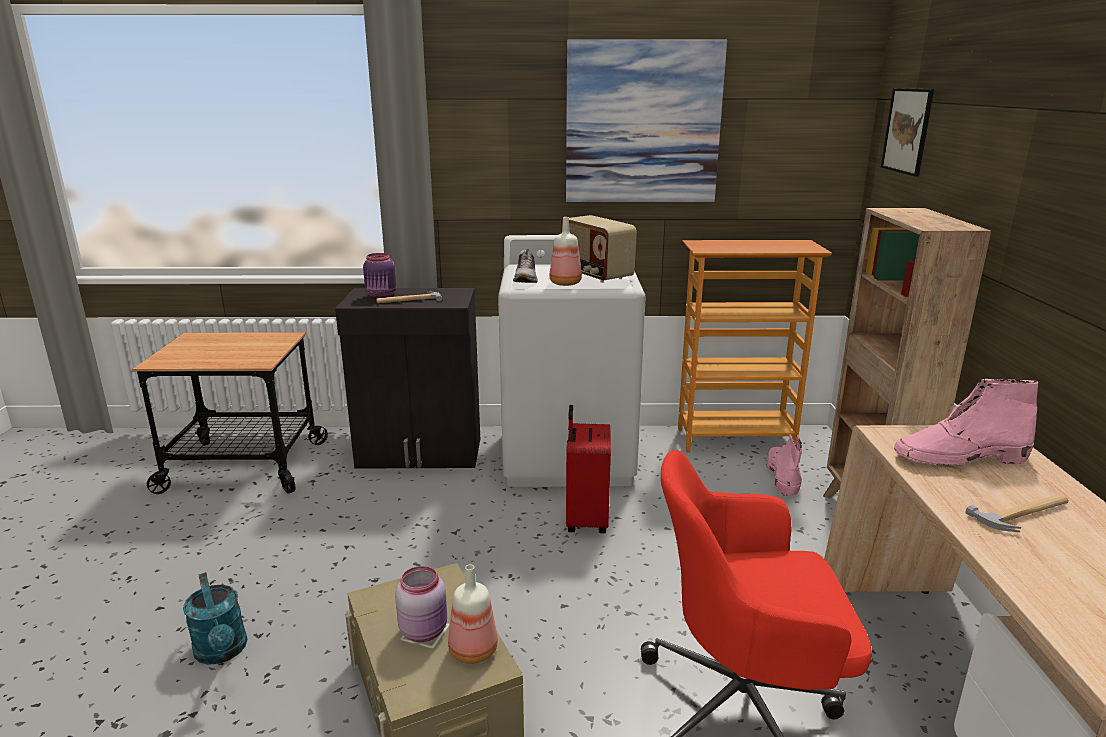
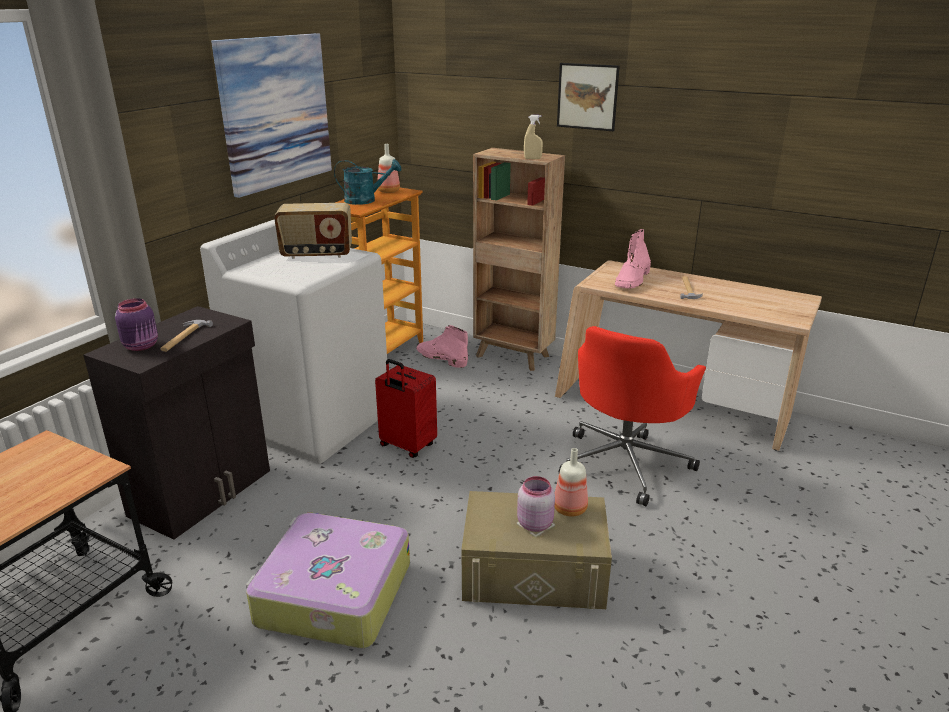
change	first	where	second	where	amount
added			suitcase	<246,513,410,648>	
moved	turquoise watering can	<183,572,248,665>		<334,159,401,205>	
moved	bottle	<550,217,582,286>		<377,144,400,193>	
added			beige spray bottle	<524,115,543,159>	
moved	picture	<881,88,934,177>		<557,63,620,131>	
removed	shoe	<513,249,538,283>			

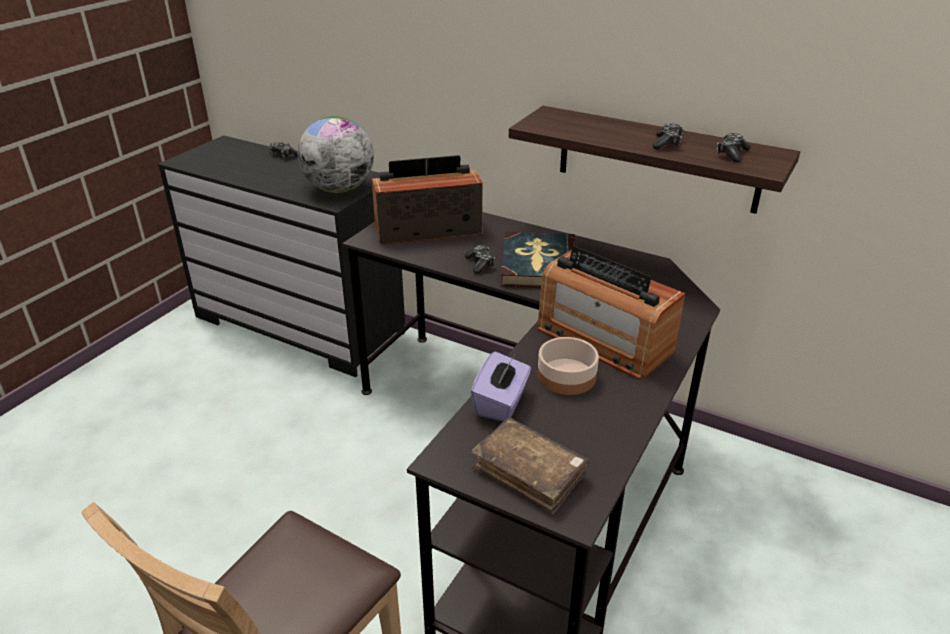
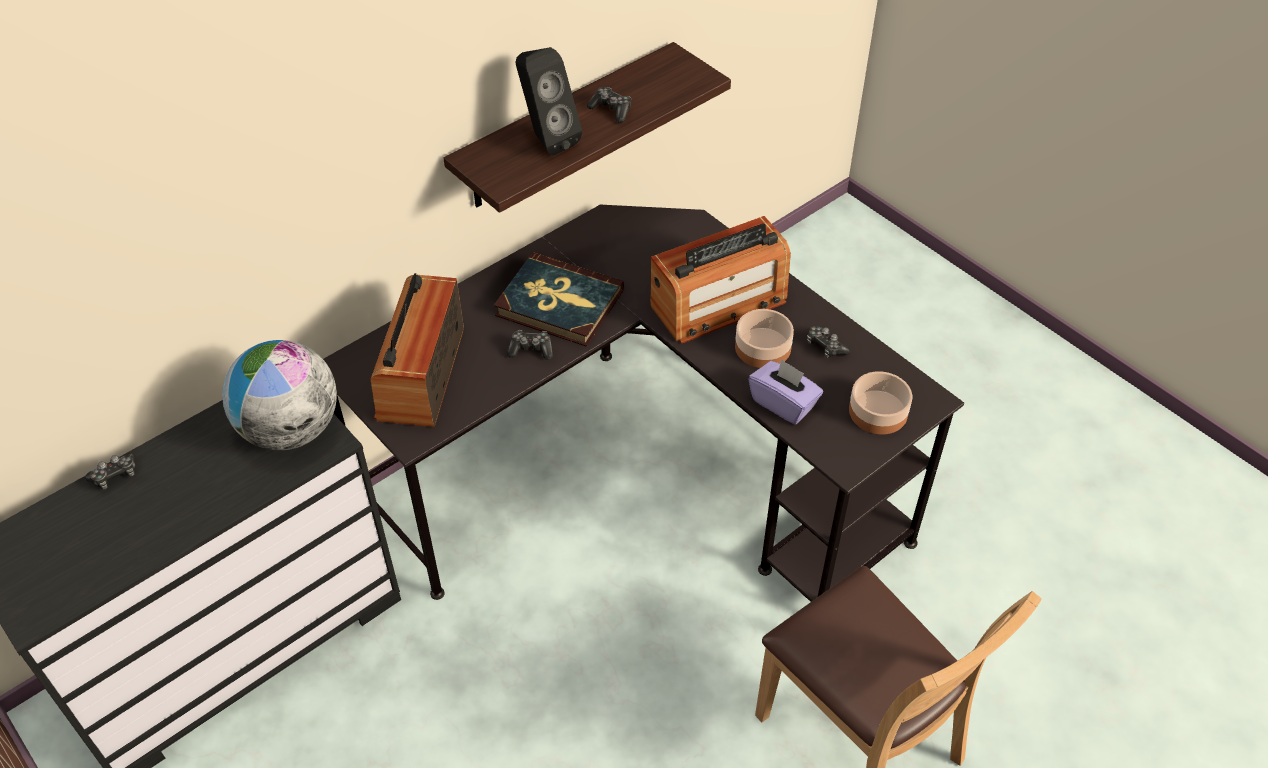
change	first	where	second	where	amount
added			black speaker	<515,47,582,155>	
moved	game controller	<717,133,751,162>		<807,326,851,358>	
replaced	brown book	<472,418,589,515>	bowl	<849,371,912,435>	

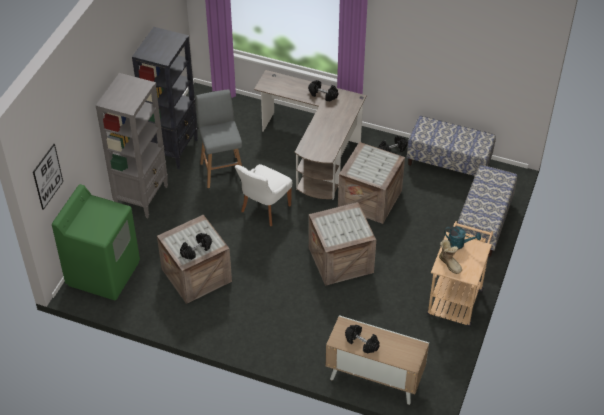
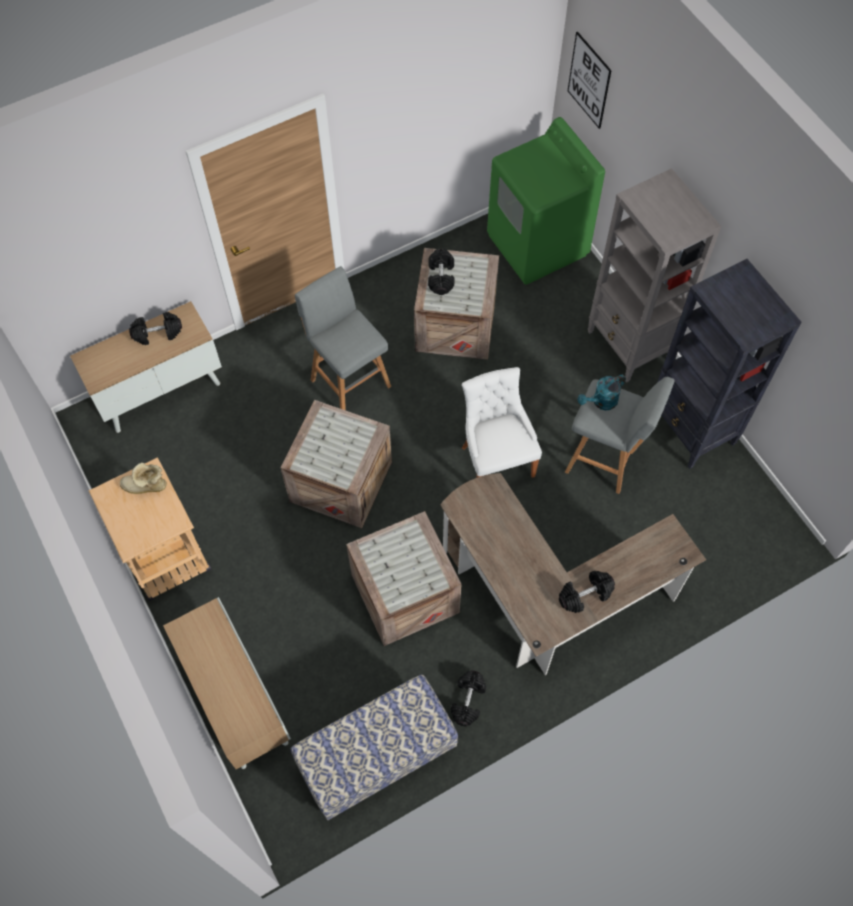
change	first	where	second	where	amount
replaced	bench	<457,165,517,257>	cabinet	<163,597,291,769>	
added			grey stool	<295,266,391,410>	
moved	turquoise watering can	<444,227,481,250>		<577,375,626,410>	

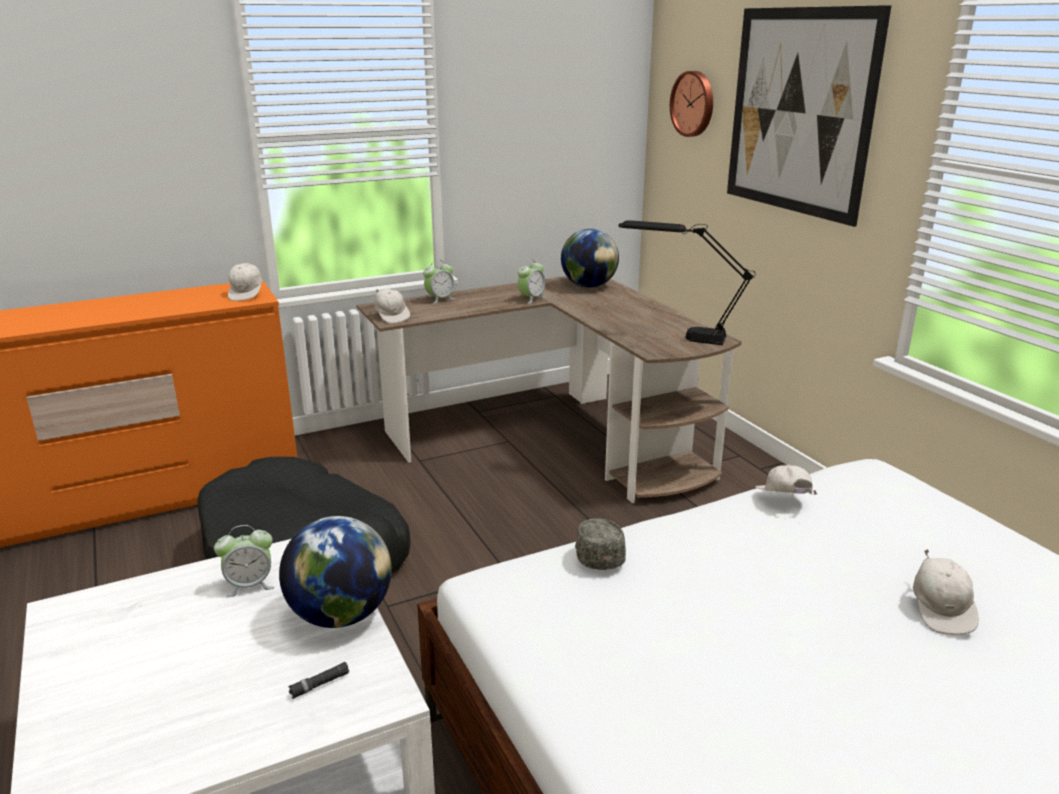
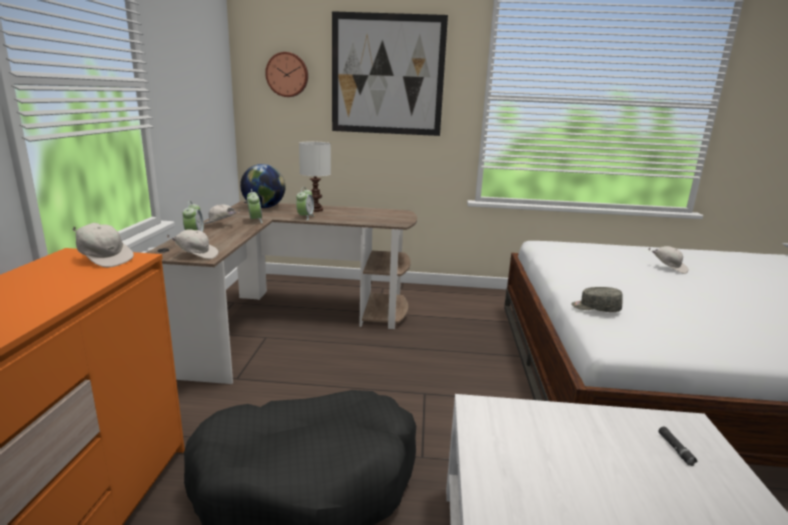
change	first	where	second	where	amount
moved	white cap	<755,465,817,495>		<204,204,240,224>	
moved	alarm clock	<214,525,275,598>		<296,187,314,220>	
added			white table lamp	<299,142,331,212>	
removed	globe	<279,516,392,628>			
removed	black table lamp	<619,220,755,345>			

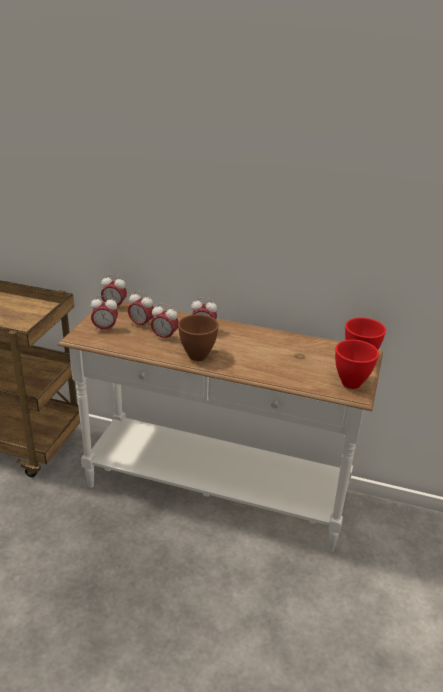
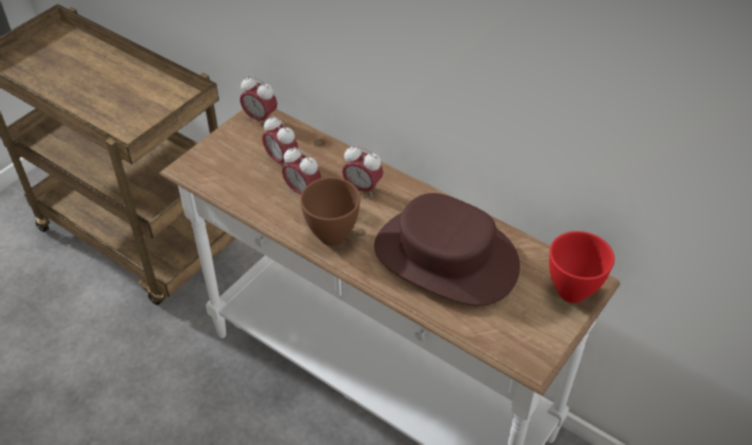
change	first	where	second	where	amount
added			brown hat	<374,193,520,306>	
removed	alarm clock	<90,296,118,331>			
removed	red bowl	<335,340,379,389>			

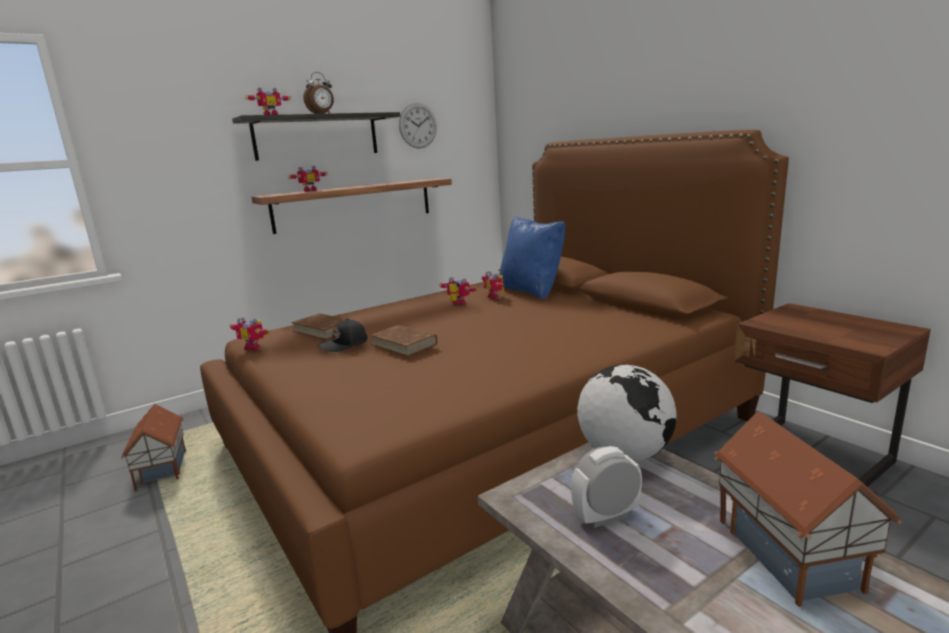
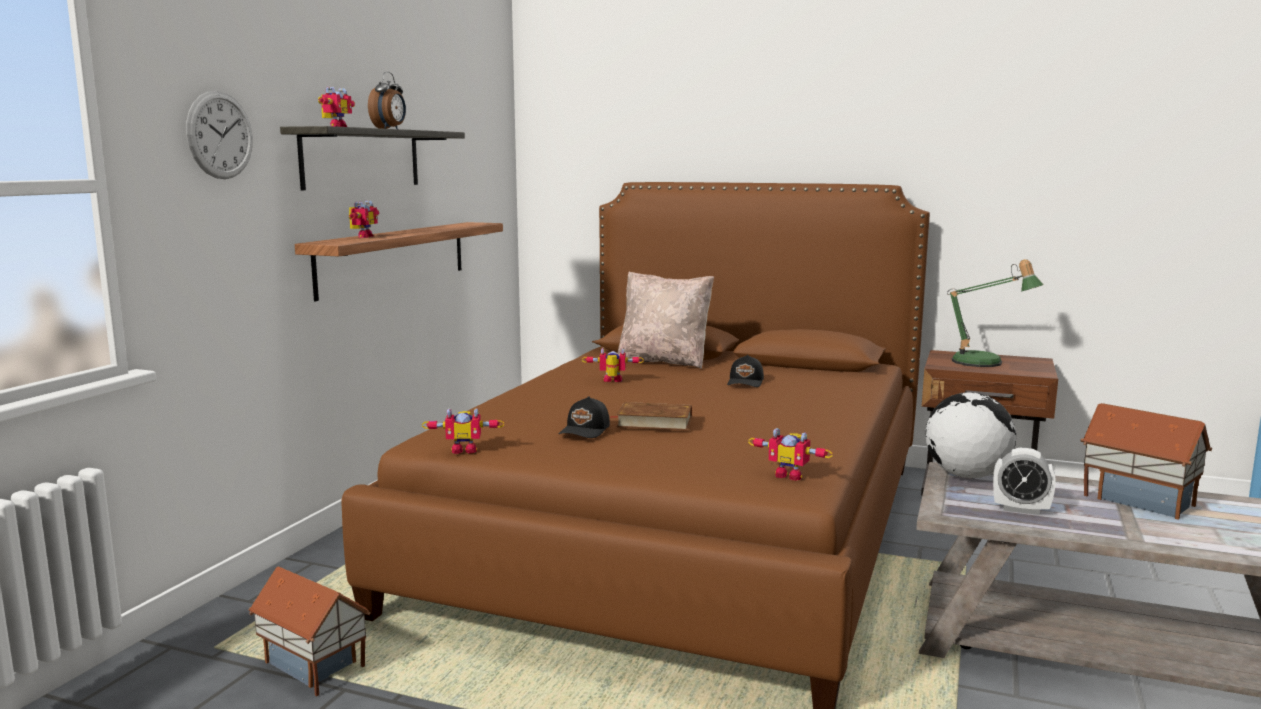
change	first	where	second	where	amount
moved	wall clock	<399,103,437,148>		<186,91,253,179>	
recoloured	blue pillow	<499,216,565,300>	beige pillow	<617,271,714,369>	
added			black cap	<727,355,764,387>	
moved	toy robot	<482,271,504,300>		<748,428,833,481>	
added			table lamp	<947,259,1044,367>	
turned	alarm clock	<571,446,642,528>		<993,448,1056,515>	105 degrees counterclockwise
removed	brown book	<291,313,346,340>			

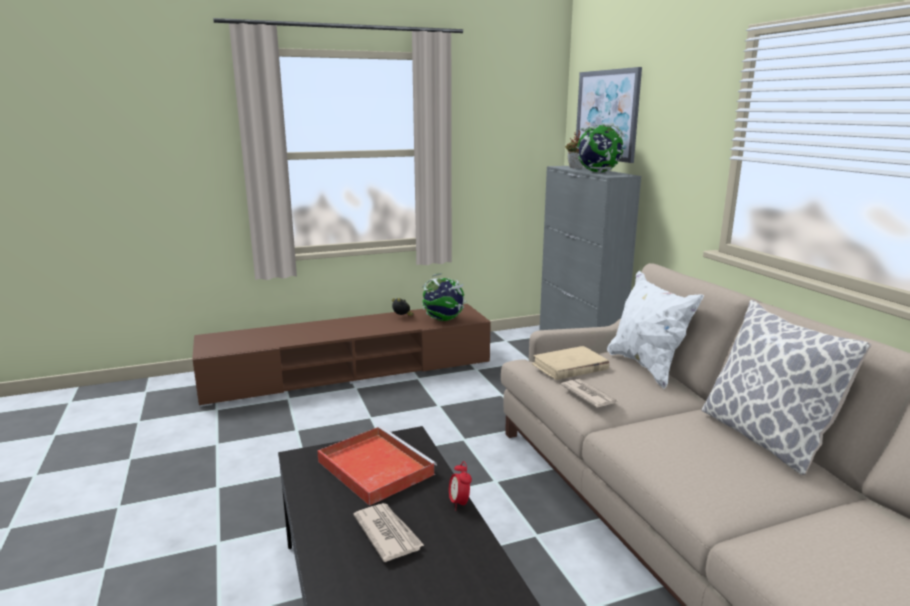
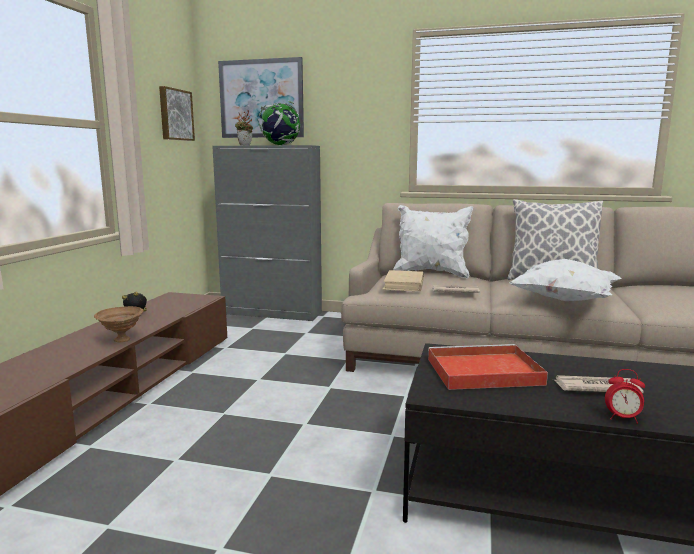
change	first	where	second	where	amount
added			brown bowl	<94,306,144,342>	
added			picture	<159,86,195,141>	
added			white pillow	<509,259,622,301>	
moved	alarm clock	<449,461,472,511>		<605,369,645,424>	
removed	globe	<422,273,467,321>			

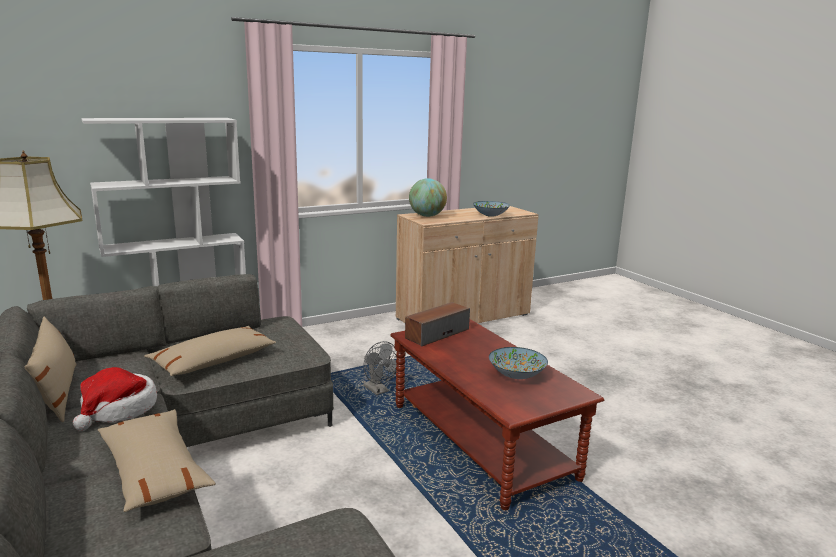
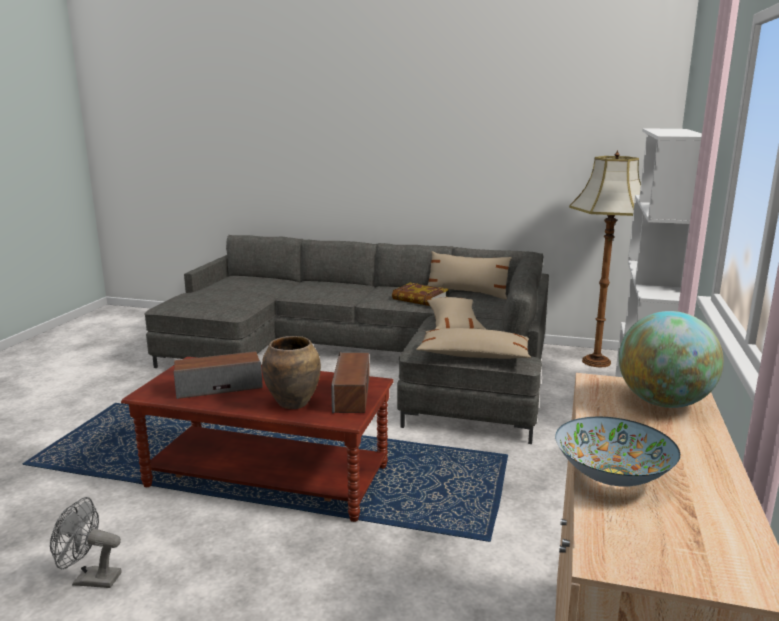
change	first	where	second	where	amount
moved	grey fan	<363,341,397,395>		<50,497,122,588>	
replaced	bowl	<489,347,548,379>	speaker	<174,351,263,399>	
added			brown vase	<262,336,321,409>	
replaced	hat	<73,367,157,431>	book	<392,283,448,306>	
moved	beige pillow	<98,409,216,512>		<416,328,531,359>	

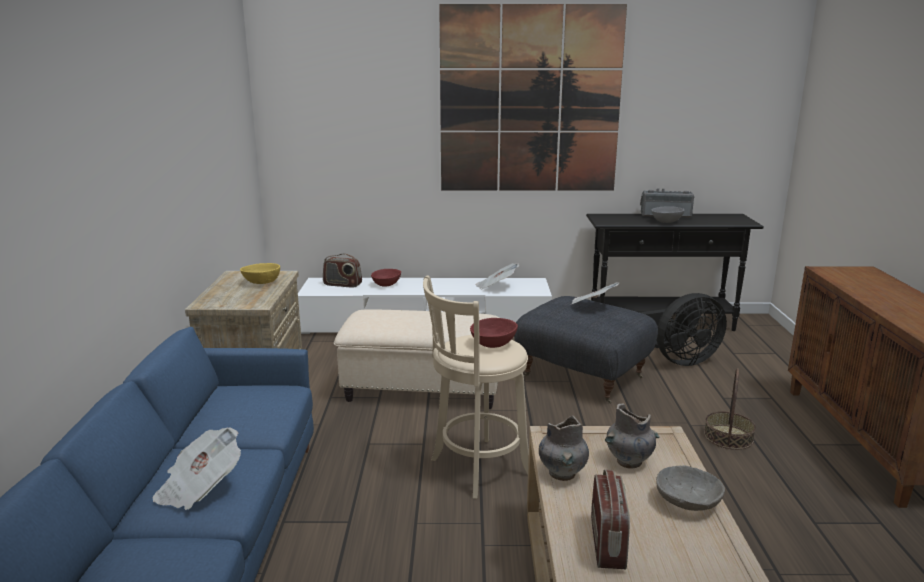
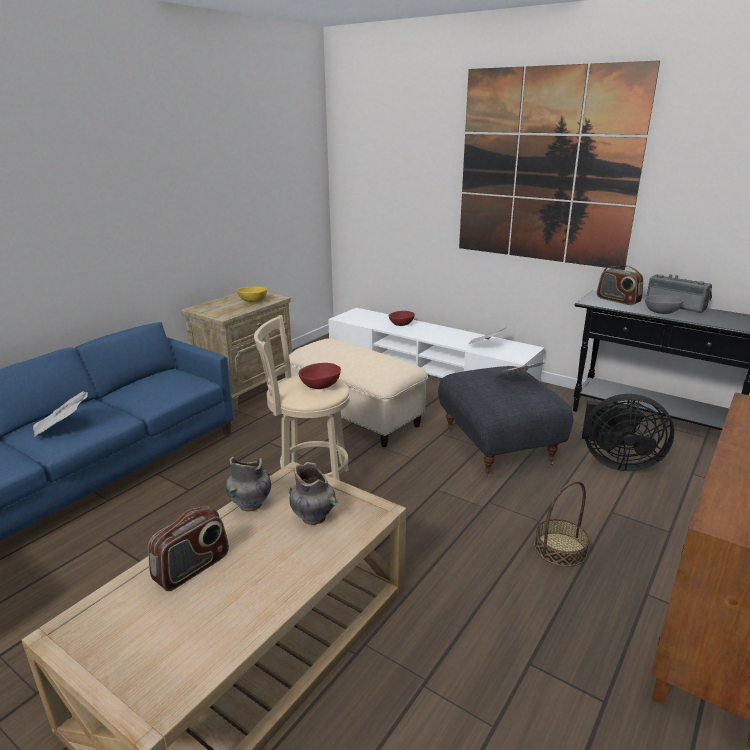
change	first	where	second	where	amount
moved	radio	<323,254,362,288>		<597,265,643,305>	
removed	grey bowl	<656,466,725,511>			

